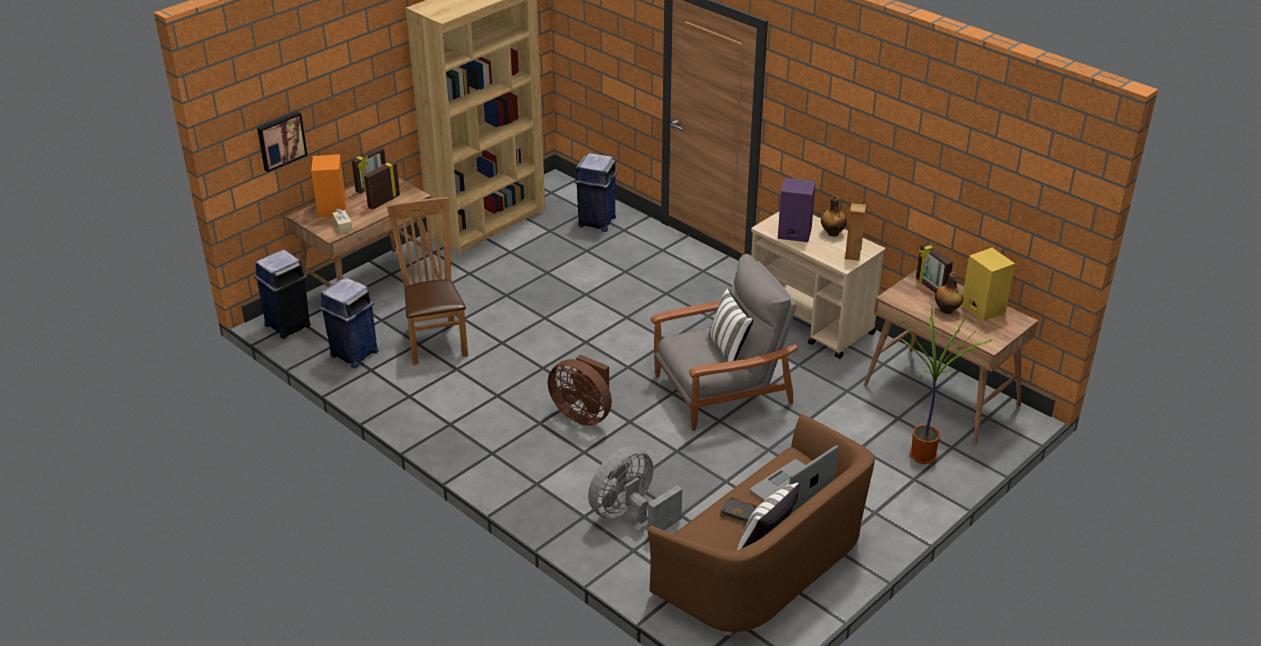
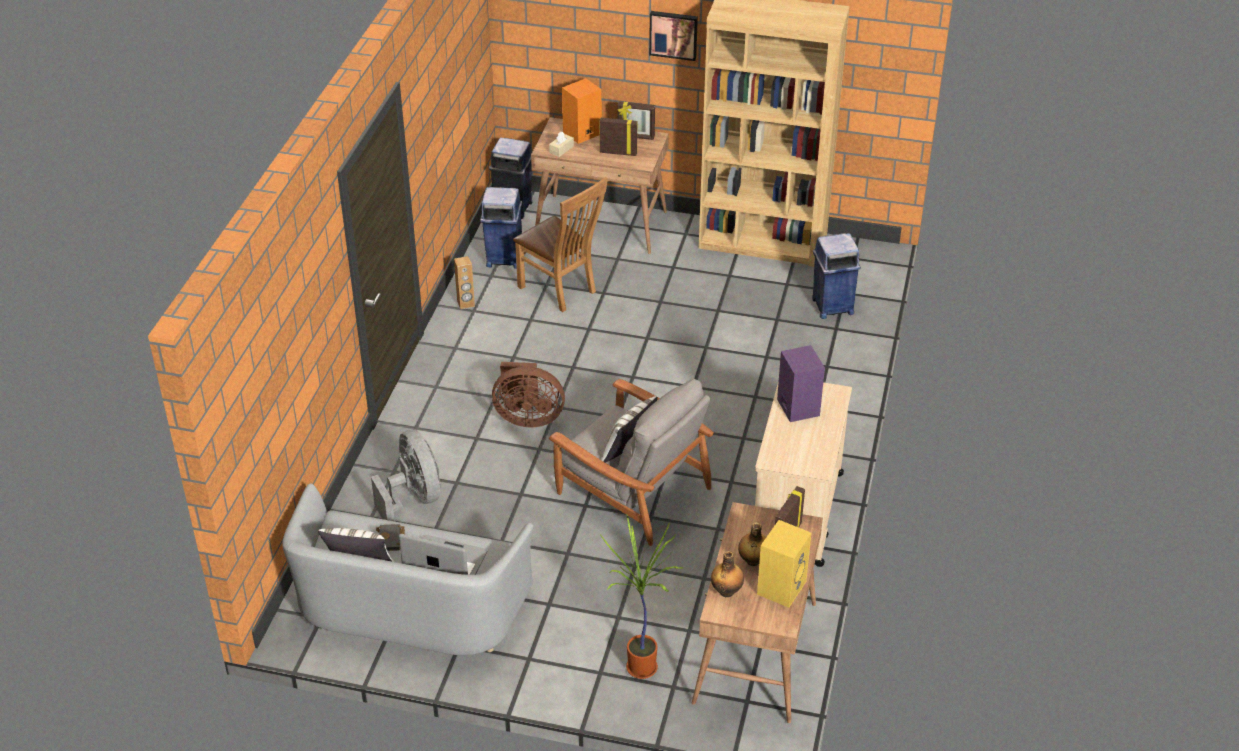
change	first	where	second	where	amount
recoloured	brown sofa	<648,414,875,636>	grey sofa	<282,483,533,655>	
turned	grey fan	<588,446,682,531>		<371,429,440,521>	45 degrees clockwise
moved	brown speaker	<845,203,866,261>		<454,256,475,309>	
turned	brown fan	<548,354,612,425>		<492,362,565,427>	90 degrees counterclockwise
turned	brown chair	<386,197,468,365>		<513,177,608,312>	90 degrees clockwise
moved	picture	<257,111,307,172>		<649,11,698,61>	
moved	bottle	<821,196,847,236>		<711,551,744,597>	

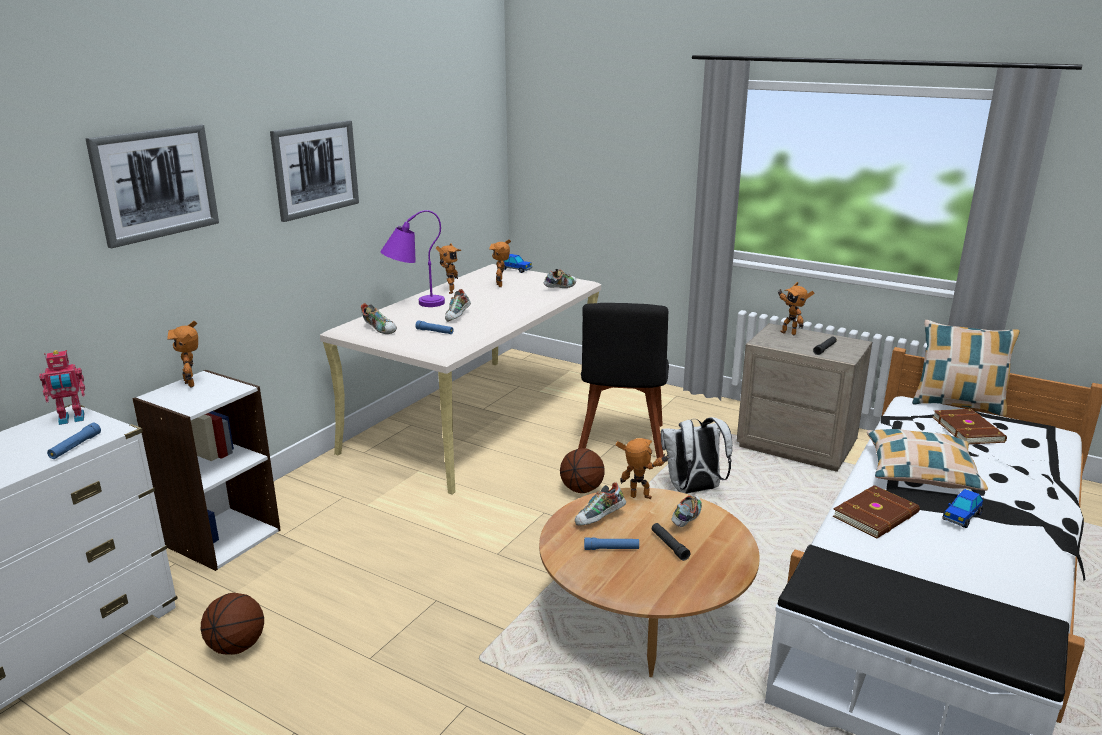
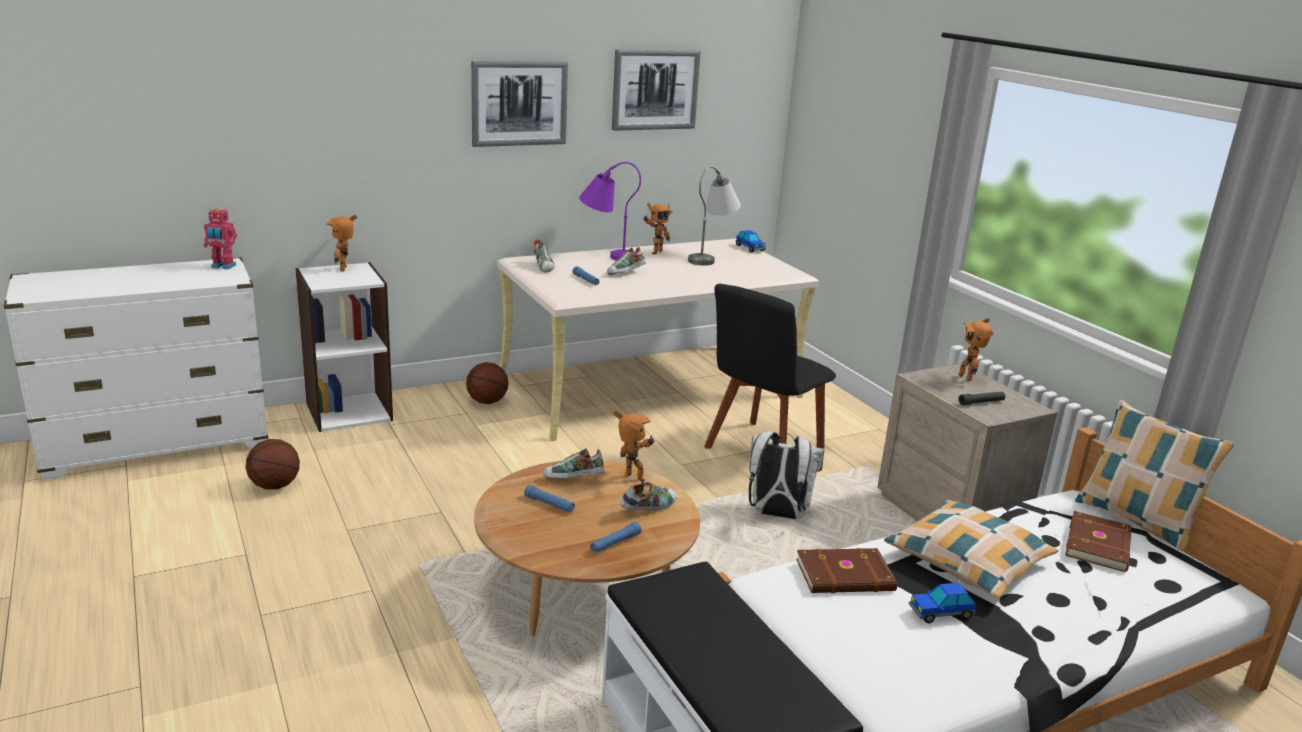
change	first	where	second	where	amount
moved	basketball	<560,448,605,493>		<466,362,509,404>	
moved	blue flashlight	<47,423,101,459>		<590,522,641,553>	
moved	picture	<85,124,219,248>		<612,50,701,131>	
replaced	toy robot	<489,239,511,287>	grey table lamp	<688,166,741,266>	
removed	shoe	<544,269,576,288>			
removed	black flashlight	<652,523,690,561>			

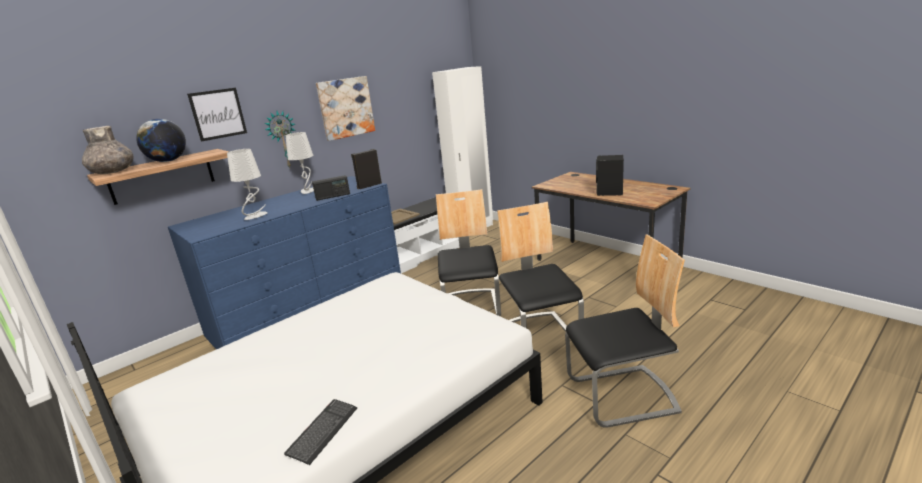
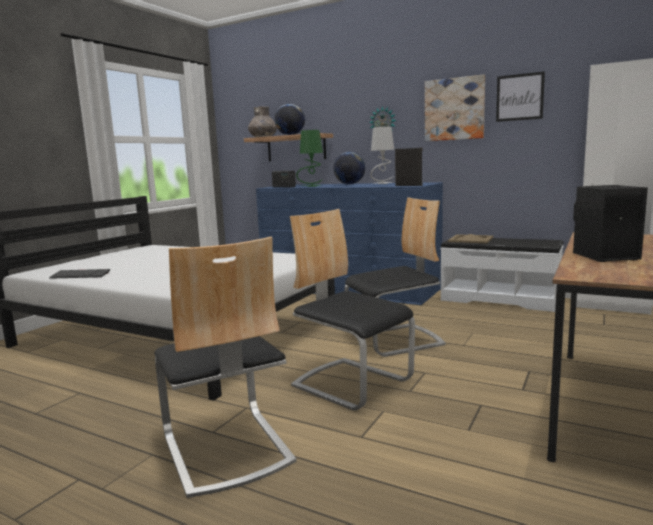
change	first	where	second	where	amount
moved	radio	<312,175,350,201>		<272,171,296,188>	
turned	chair	<497,202,584,332>		<290,209,415,410>	105 degrees counterclockwise
recoloured	grey table lamp	<227,149,268,220>	green table lamp	<296,130,323,187>	
added			globe	<333,152,365,184>	
moved	picture	<187,88,247,142>		<496,71,545,122>	

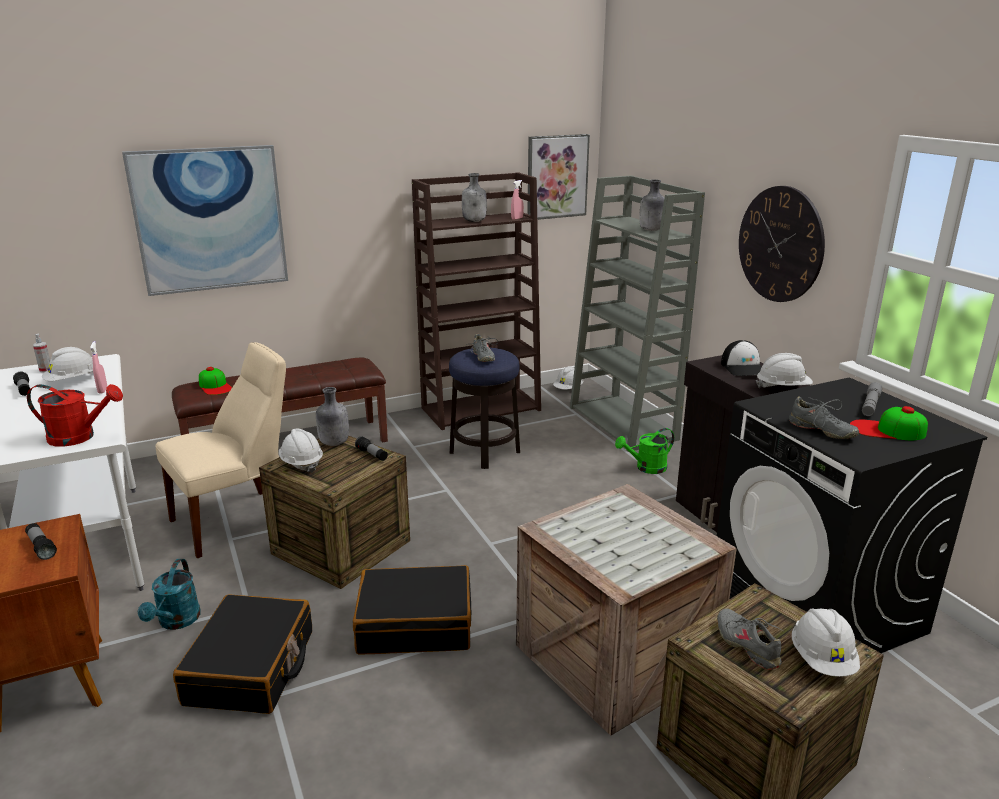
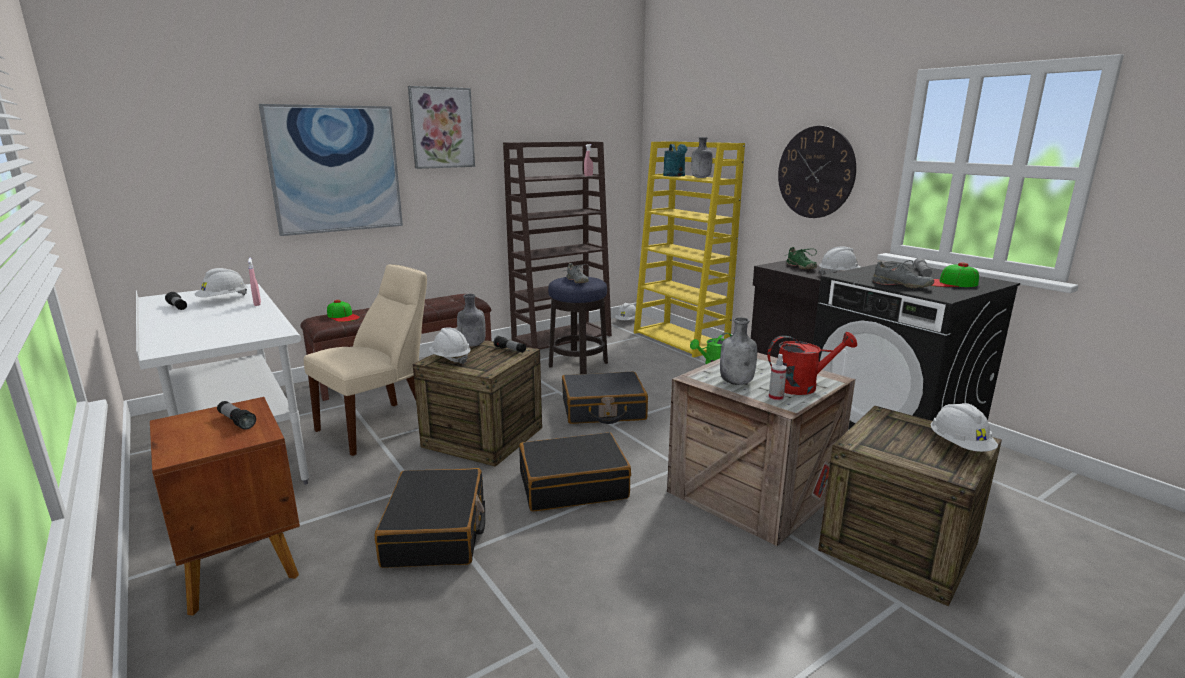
change	first	where	second	where	amount
moved	picture	<527,134,590,220>		<408,86,475,169>	
added			black suitcase	<562,372,648,424>	
recoloured	grey bookcase	<570,175,705,452>	yellow bookcase	<634,141,745,357>	
moved	turquoise watering can	<138,559,201,630>		<663,144,687,177>	
moved	grey bottle	<462,173,487,222>		<720,317,757,385>	
moved	red watering can	<27,384,123,447>		<768,332,857,395>	
moved	spray bottle	<33,334,50,373>		<768,354,787,401>	
replaced	cap	<721,340,761,376>	green shoe	<785,247,817,269>	
removed	grey shoe	<717,608,784,670>			

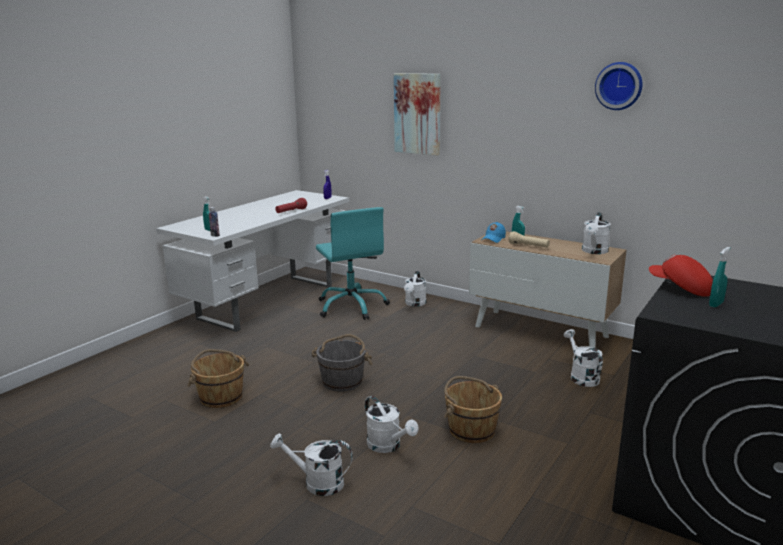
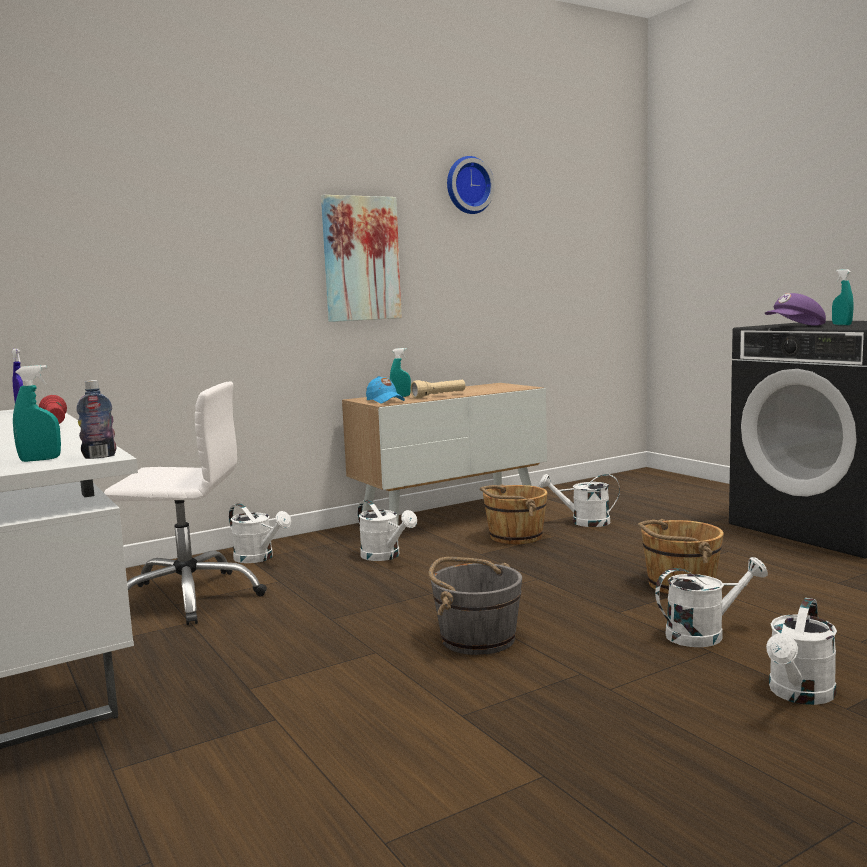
change	first	where	second	where	amount
recoloured	turquoise office chair	<316,207,390,320>	white office chair	<104,382,267,625>	
moved	picture	<394,73,441,155>		<321,195,402,322>	
moved	white watering can	<582,213,611,254>		<358,500,417,561>	
moved	brown bucket	<187,349,249,408>		<480,484,547,544>	
recoloured	red cap	<649,254,713,297>	purple cap	<765,293,826,326>	

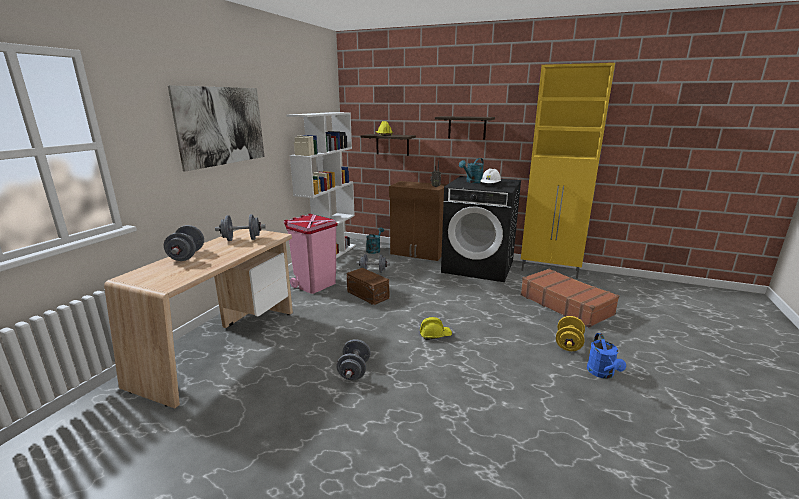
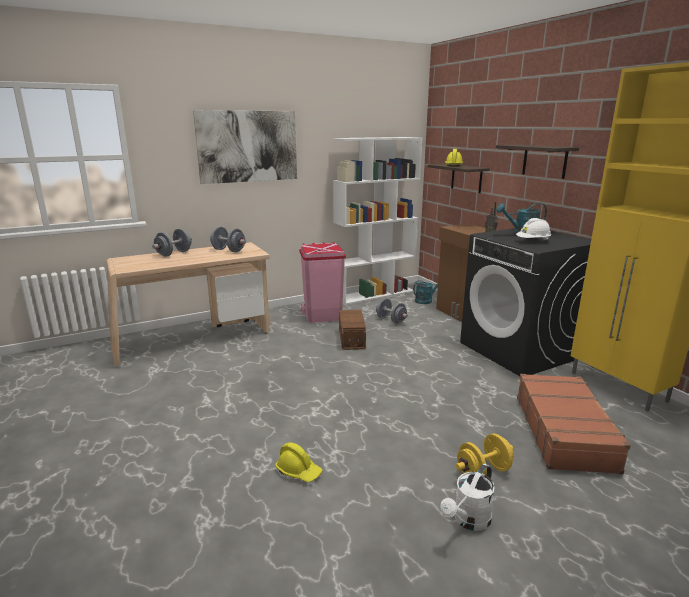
change	first	where	second	where	amount
moved	yellow hard hat	<420,317,452,340>		<275,442,322,482>	
recoloured	blue watering can	<587,333,626,379>	white watering can	<440,464,495,531>	
removed	grey dumbbell	<336,339,371,380>			

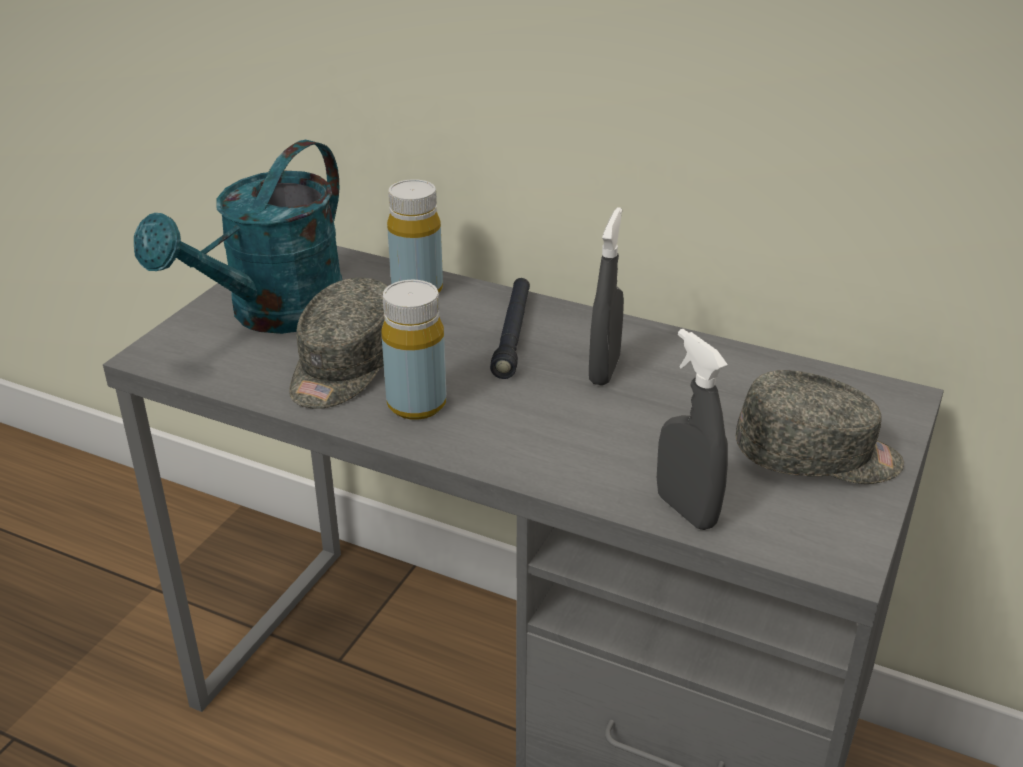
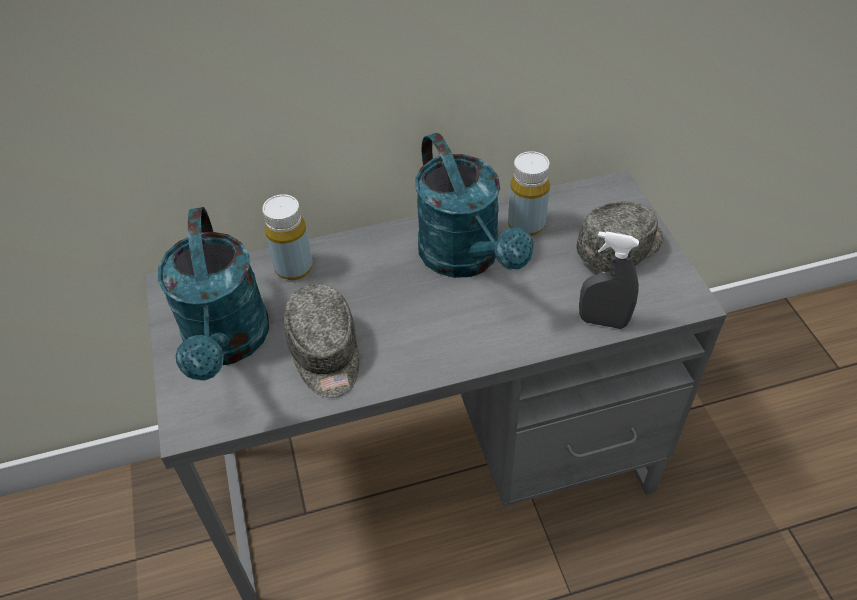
change	first	where	second	where	amount
replaced	grey spray bottle	<589,207,624,386>	turquoise watering can	<415,133,534,278>	
moved	yellow bottle	<381,280,446,419>		<508,151,550,236>	
removed	black flashlight	<490,278,530,379>			

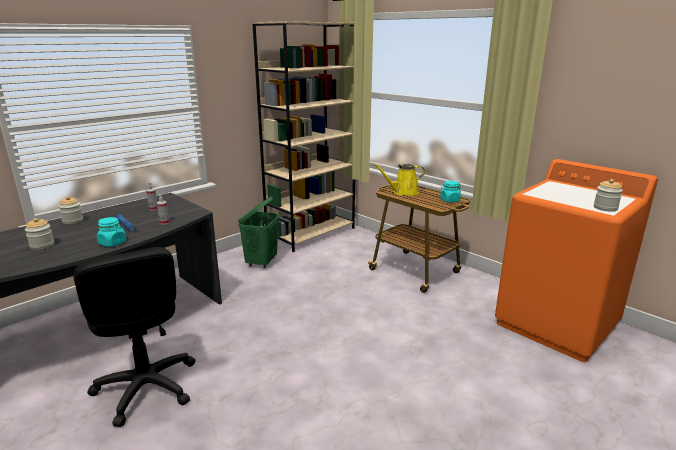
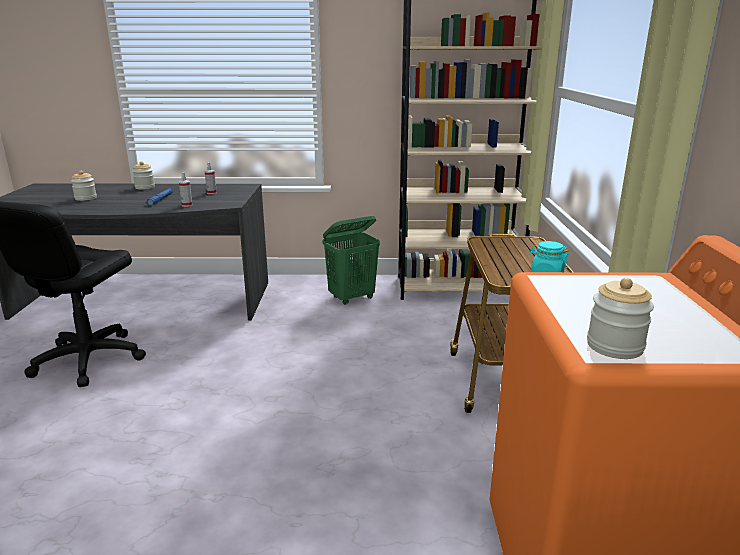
change	first	where	second	where	amount
removed	turquoise jar	<97,217,126,247>			
removed	yellow watering can	<374,164,425,196>			

